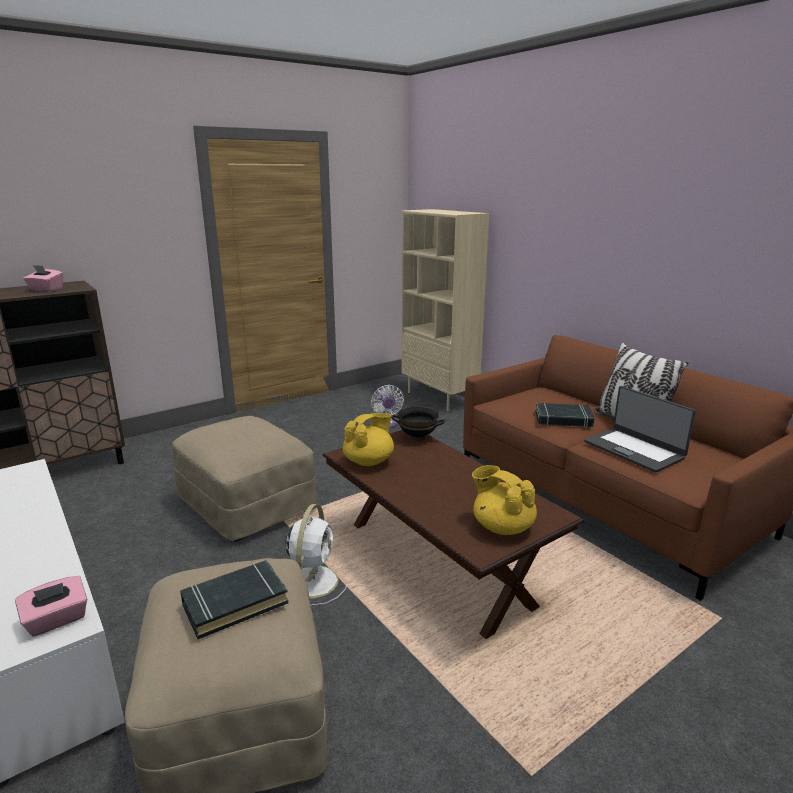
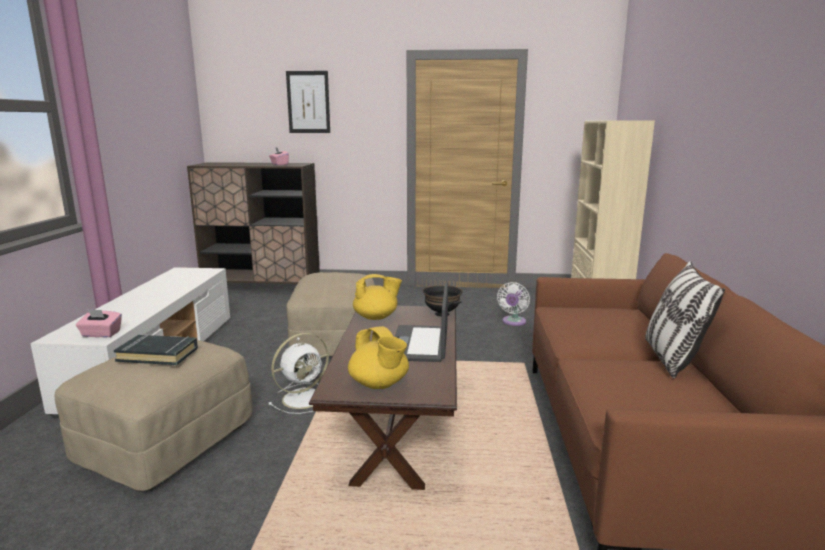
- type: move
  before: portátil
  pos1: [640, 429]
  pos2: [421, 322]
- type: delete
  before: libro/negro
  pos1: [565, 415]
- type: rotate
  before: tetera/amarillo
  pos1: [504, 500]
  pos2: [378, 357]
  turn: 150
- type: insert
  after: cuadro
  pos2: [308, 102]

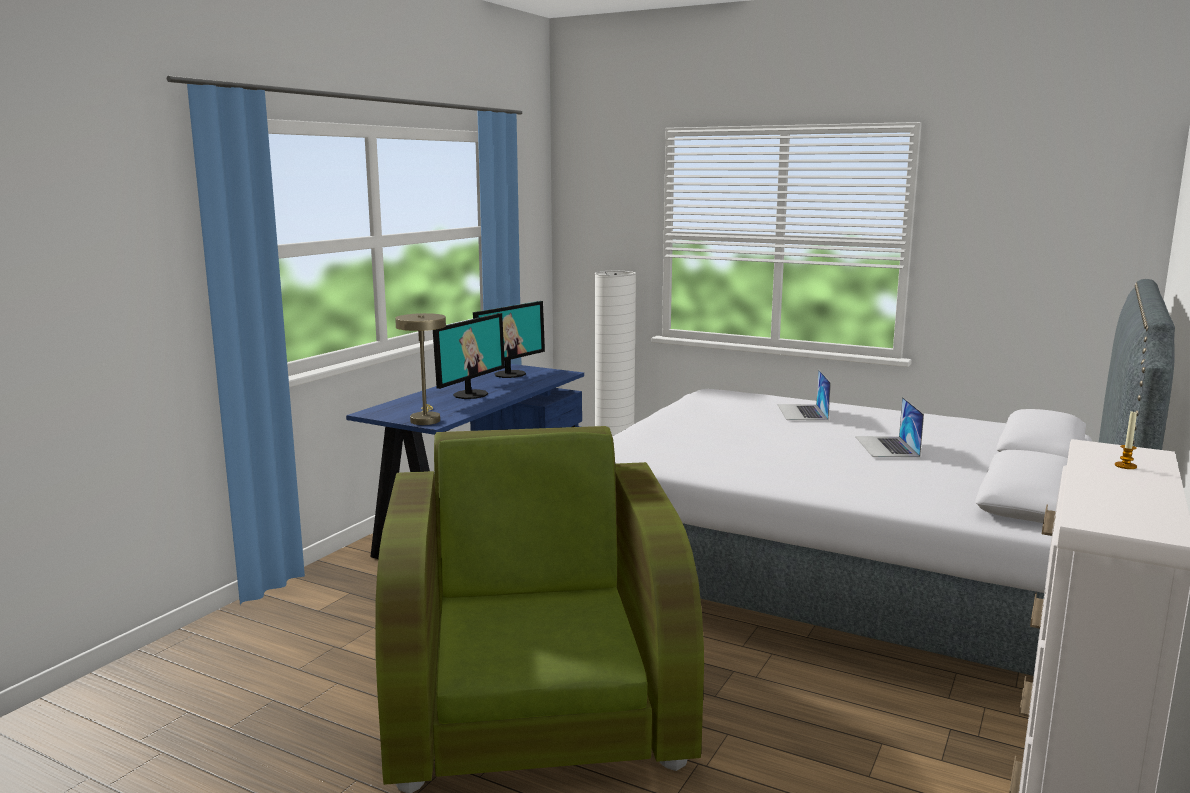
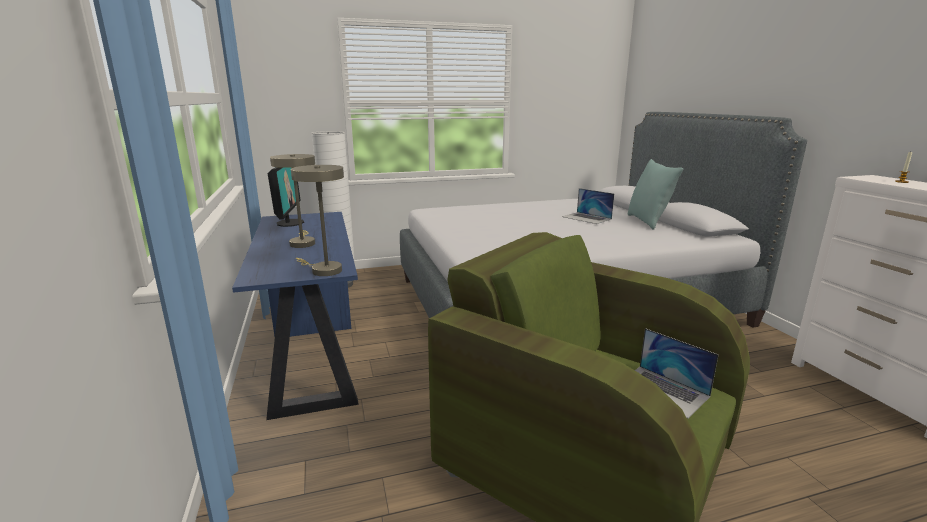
- type: replace
  before: monitor
  after: lámpara de mesa/beis
  pos1: [469, 356]
  pos2: [292, 201]
- type: move
  before: portátil
  pos1: [804, 395]
  pos2: [676, 373]
- type: insert
  after: cojín/turquesa
  pos2: [655, 194]

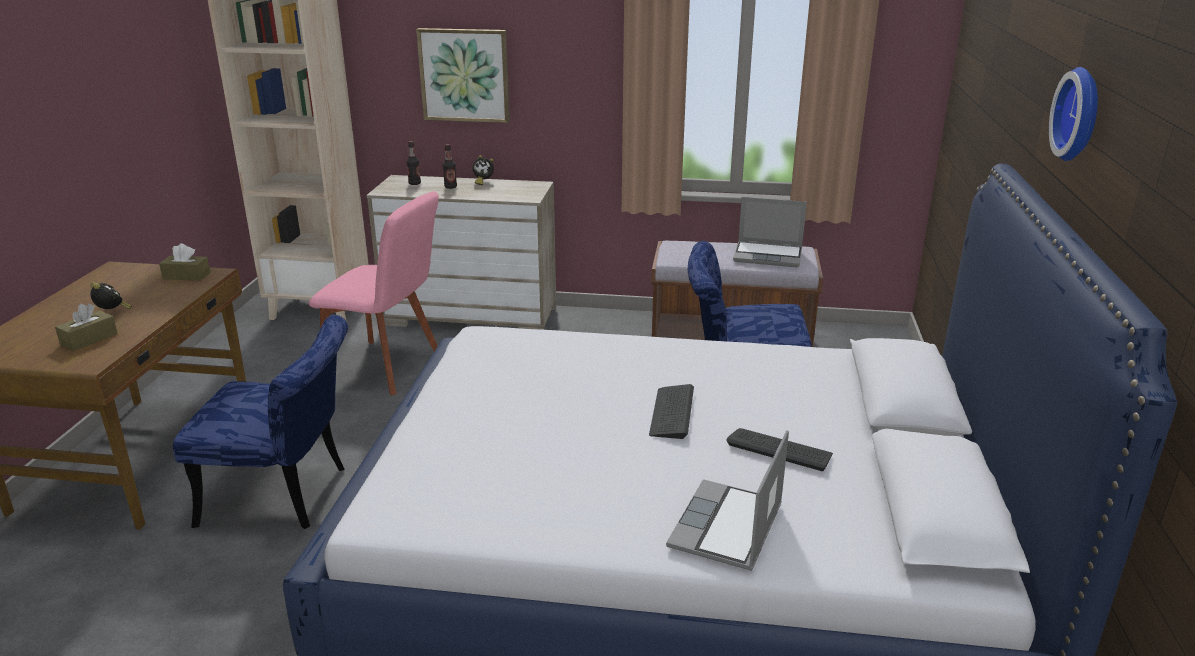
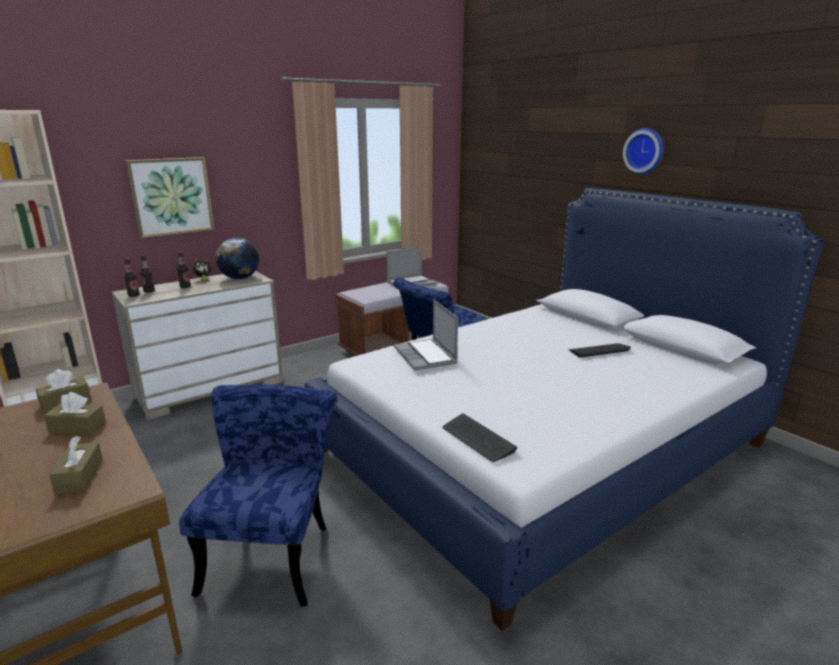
- type: delete
  before: silla/rosa
  pos1: [373, 293]
- type: delete
  before: despertador
  pos1: [111, 295]
- type: rotate
  before: silla/azul
  pos1: [260, 422]
  pos2: [258, 495]
  turn: -45
- type: move
  before: teclado
  pos1: [671, 411]
  pos2: [480, 437]
- type: move
  before: portátil
  pos1: [727, 500]
  pos2: [426, 334]
- type: insert
  after: globo terráqueo
  pos2: [237, 258]
- type: insert
  after: botella
  pos2: [132, 277]
- type: insert
  after: caja de pañuelos/marrón
  pos2: [75, 413]

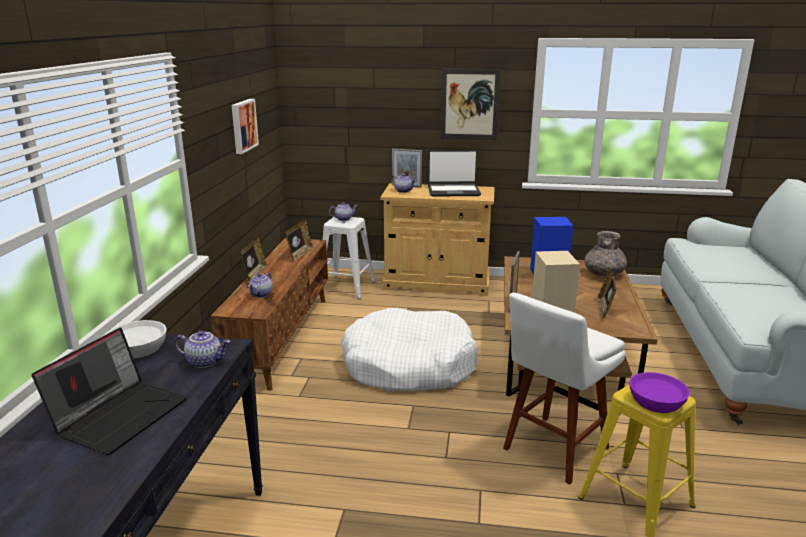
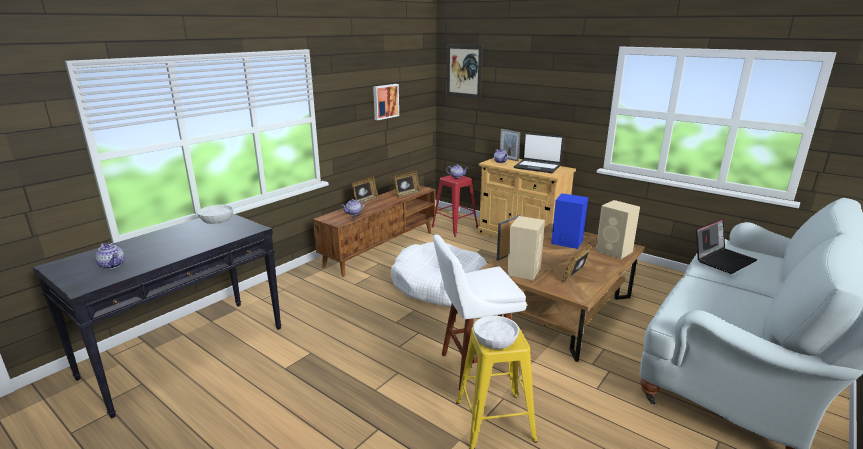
- type: move
  before: cuadro
  pos1: [470, 104]
  pos2: [465, 72]
- type: recolor
  before: taburete/blanco
  after: taburete/rojo
  pos1: [349, 258]
  pos2: [454, 206]
- type: replace
  before: florero/gris
  after: altavoz/beis
  pos1: [605, 254]
  pos2: [618, 229]
- type: move
  before: portátil
  pos1: [109, 391]
  pos2: [726, 246]
- type: move
  before: tetera
  pos1: [202, 349]
  pos2: [110, 256]
- type: recolor
  before: cuenco/morado
  after: cuenco/blanco
  pos1: [659, 392]
  pos2: [496, 332]

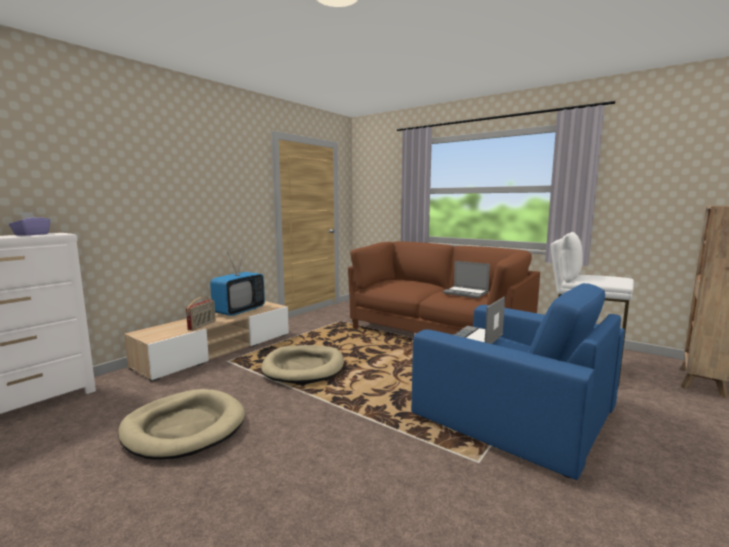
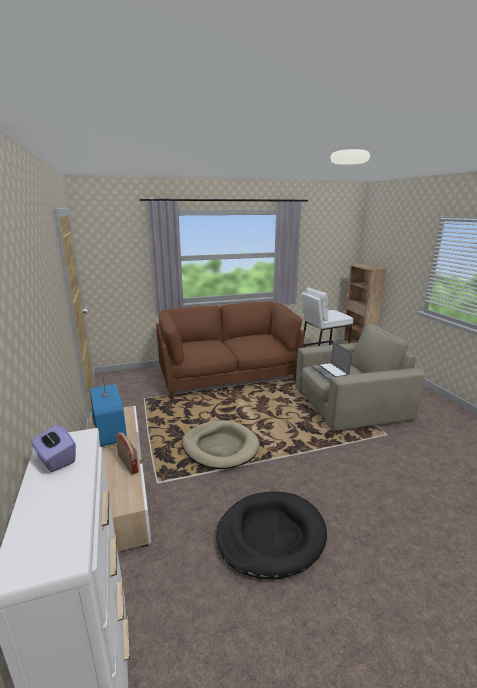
- type: delete
  before: portátil
  pos1: [466, 279]
- type: recolor
  before: sillón/azul
  after: sillón/beis
  pos1: [518, 381]
  pos2: [360, 377]
- type: recolor
  before: cama para perro/beis
  after: cama para perro/negro
  pos1: [181, 424]
  pos2: [271, 535]

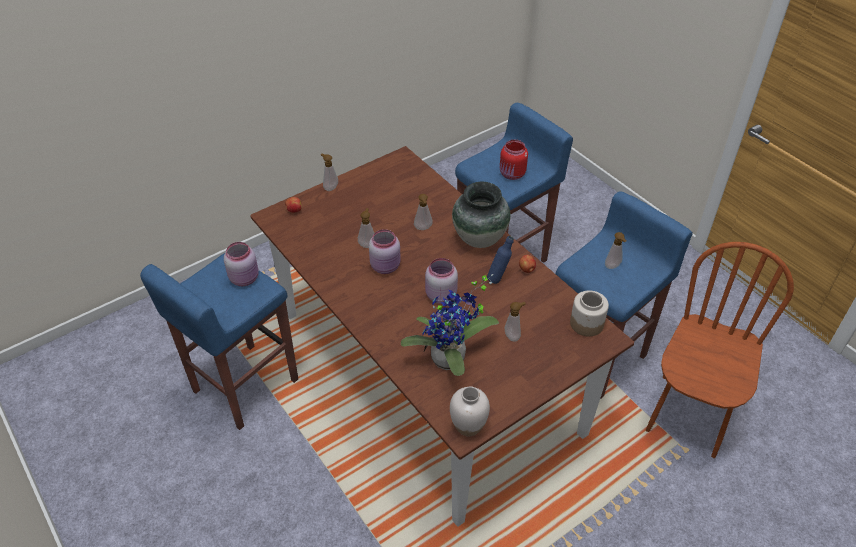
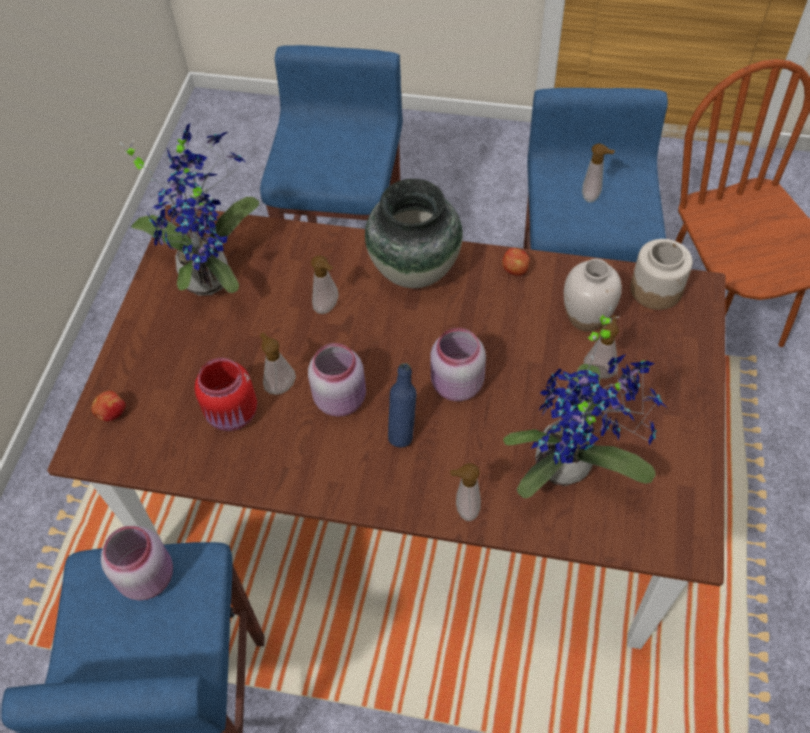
- type: move
  before: tarro/rojo
  pos1: [514, 160]
  pos2: [226, 394]
- type: move
  before: dispensador de jabón
  pos1: [329, 172]
  pos2: [465, 492]
- type: move
  before: botella/azul
  pos1: [500, 260]
  pos2: [402, 405]
- type: move
  before: florero/blanco
  pos1: [470, 411]
  pos2: [593, 295]
- type: insert
  after: planta en maceta
  pos2: [189, 210]

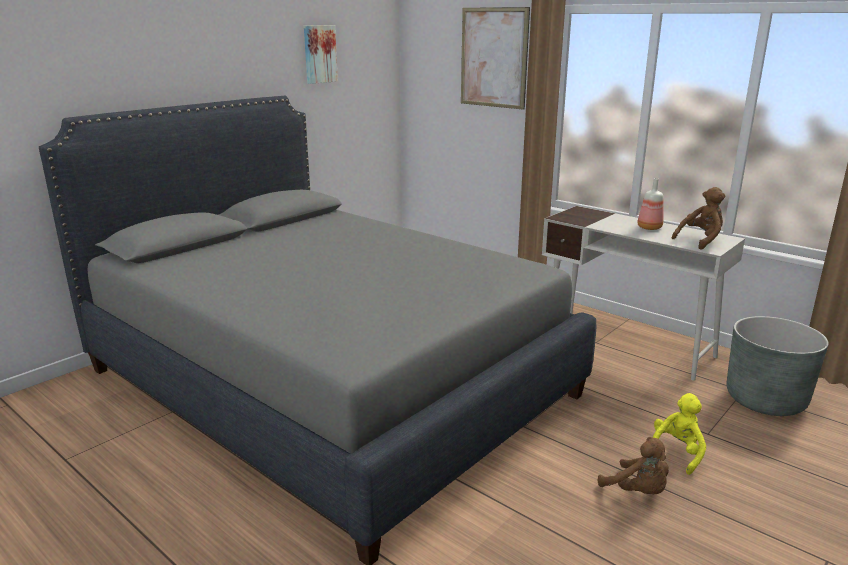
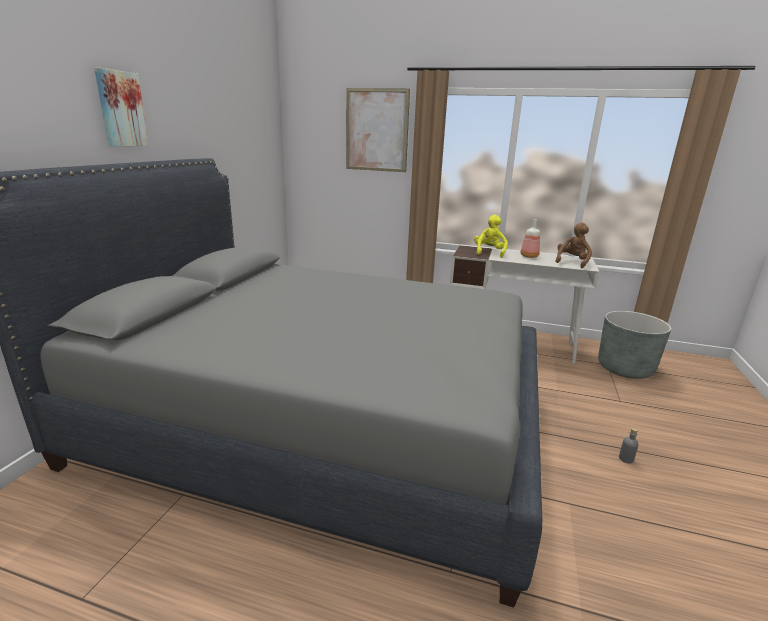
- type: move
  before: cuadro
  pos1: [321, 54]
  pos2: [121, 107]
- type: move
  before: peluche/amarillo
  pos1: [679, 434]
  pos2: [491, 236]
- type: replace
  before: peluche/marrón
  after: botella/gris
  pos1: [633, 465]
  pos2: [629, 445]

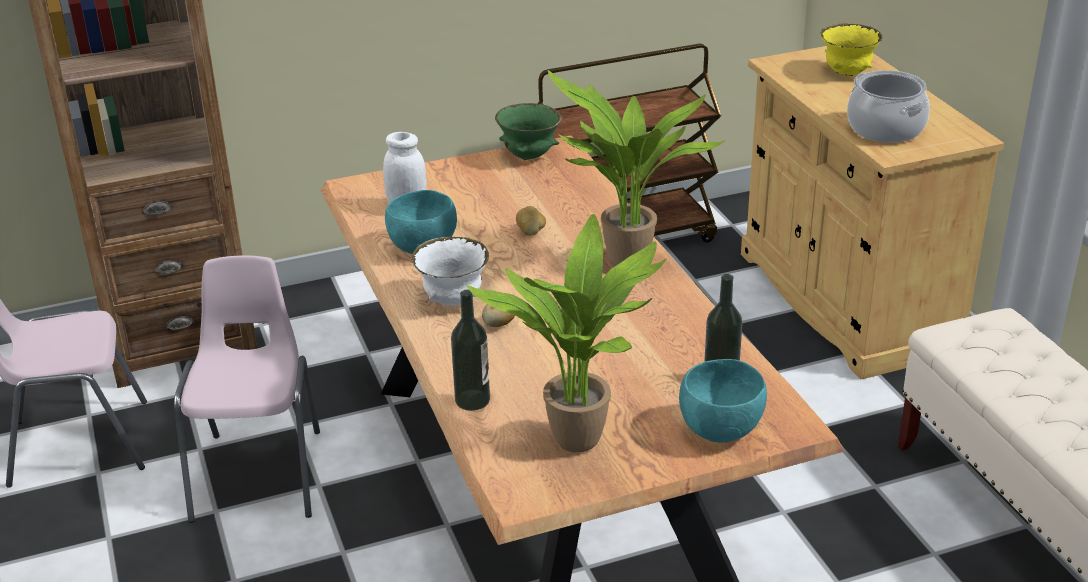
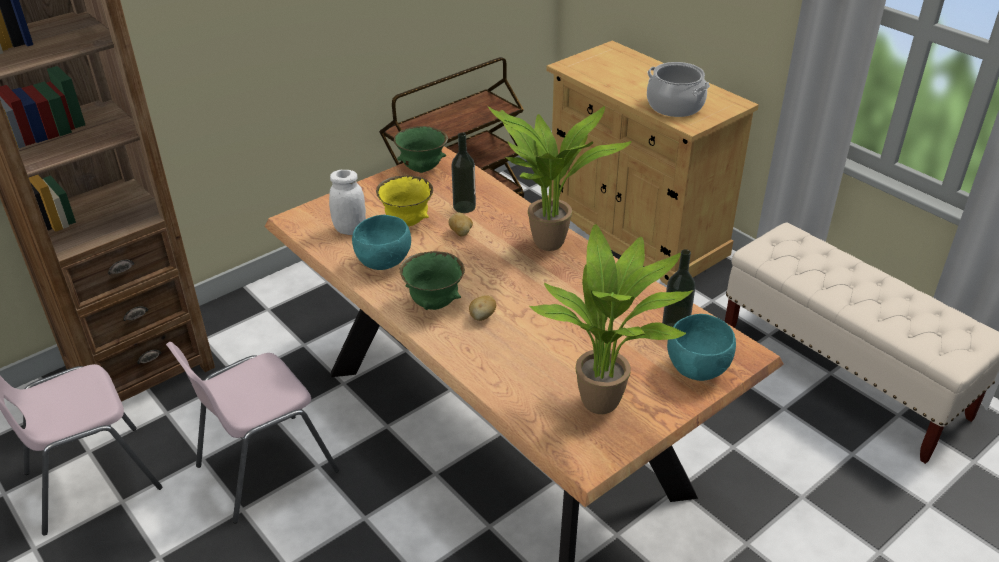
- type: move
  before: cuenco/amarillo
  pos1: [851, 49]
  pos2: [404, 200]
- type: recolor
  before: cuenco/blanco
  after: cuenco/verde
  pos1: [450, 271]
  pos2: [432, 280]
- type: rotate
  before: silla/rosa
  pos1: [247, 389]
  pos2: [252, 432]
  turn: -105
- type: move
  before: botella
  pos1: [470, 350]
  pos2: [463, 172]

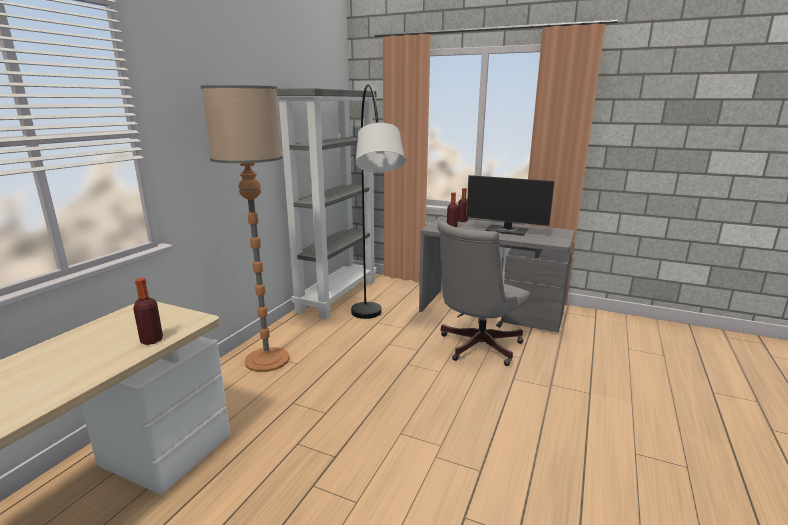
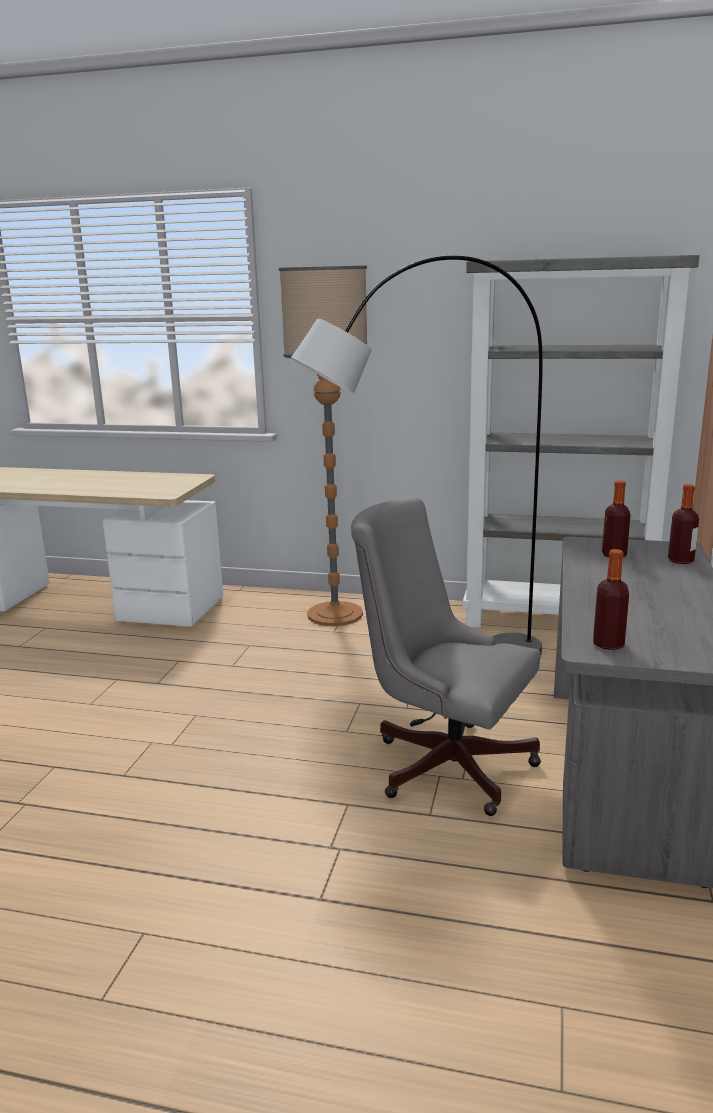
- type: delete
  before: monitor
  pos1: [510, 205]
- type: move
  before: botella
  pos1: [148, 311]
  pos2: [611, 599]

